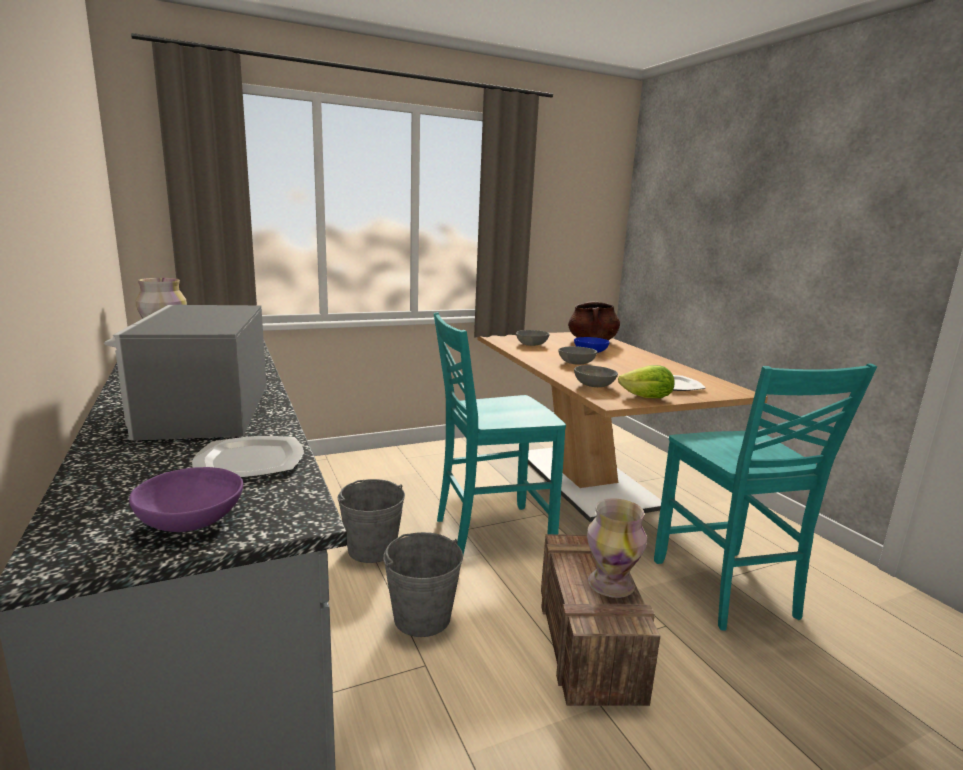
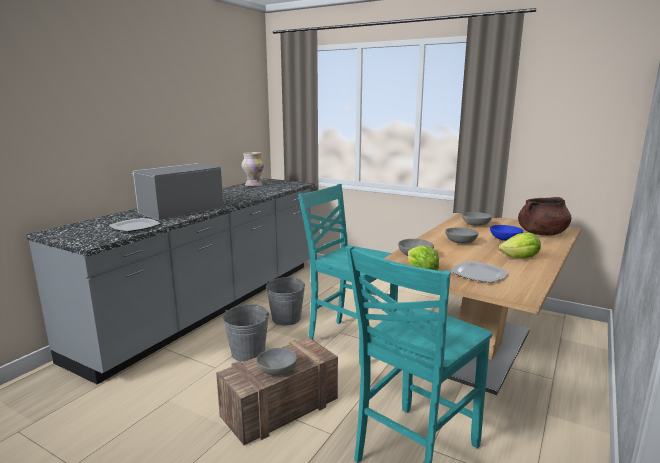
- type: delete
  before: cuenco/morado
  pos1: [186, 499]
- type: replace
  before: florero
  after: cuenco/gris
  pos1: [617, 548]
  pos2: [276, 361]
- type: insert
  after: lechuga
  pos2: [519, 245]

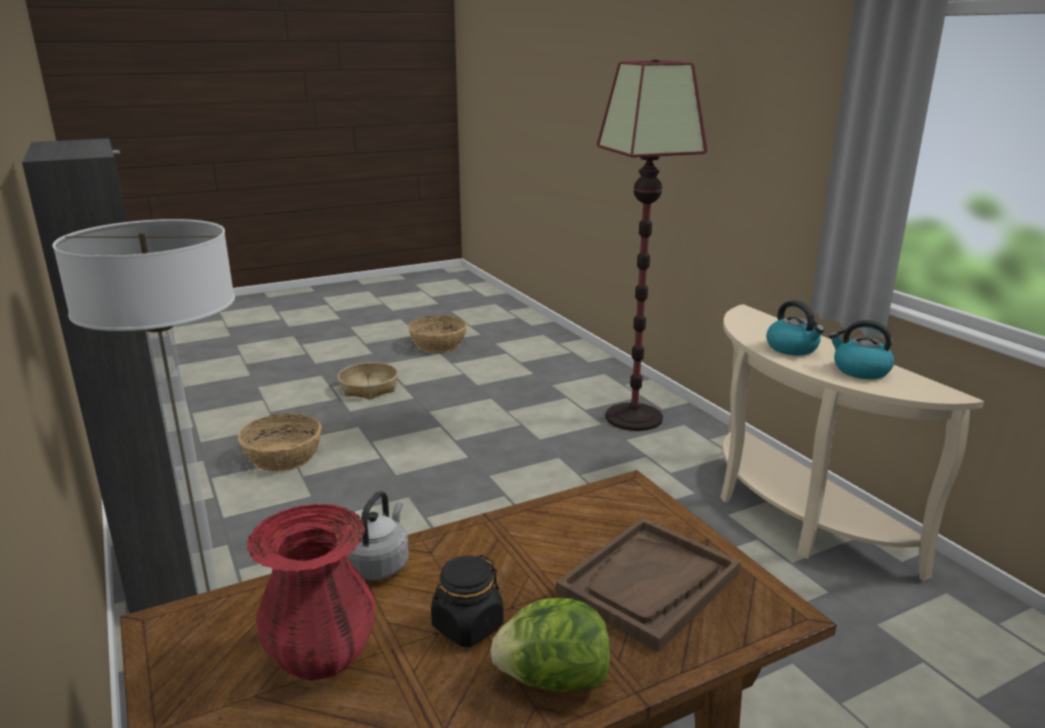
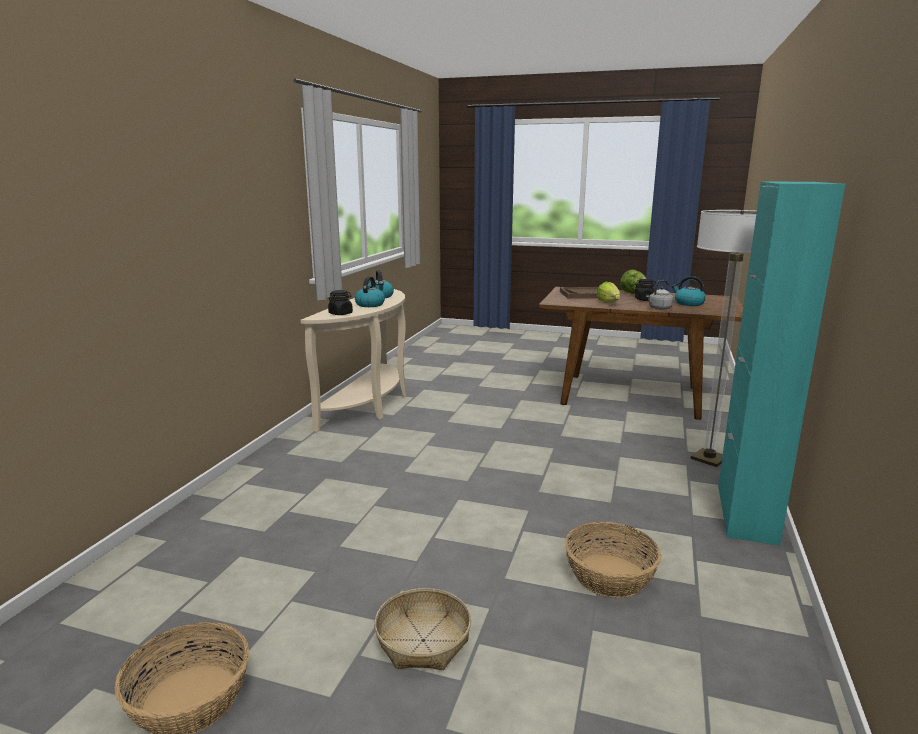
- type: delete
  before: lámpara de pie
  pos1: [652, 245]
- type: recolor
  before: armario/negro
  after: armario/turquesa
  pos1: [109, 376]
  pos2: [781, 364]
- type: replace
  before: florero/rojo
  after: hervidor
  pos1: [311, 592]
  pos2: [689, 291]
- type: insert
  after: lechuga
  pos2: [608, 292]
- type: insert
  after: tarro/negro
  pos2: [340, 302]

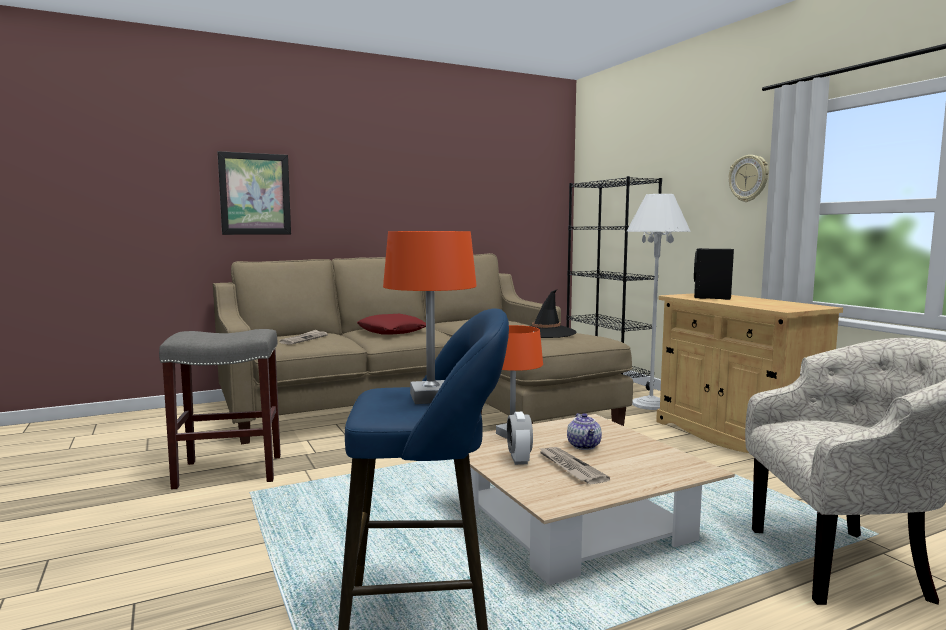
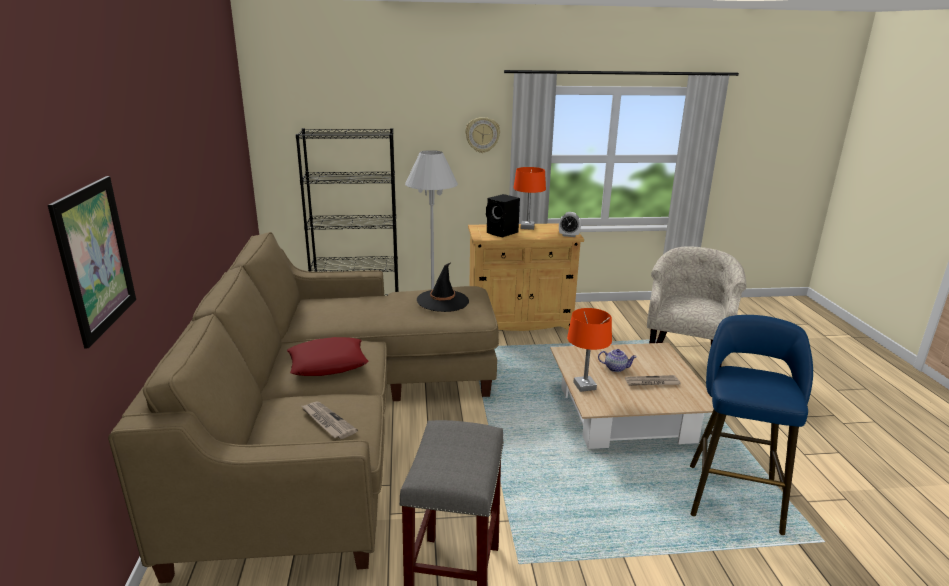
- type: move
  before: lámpara de mesa/naranja
  pos1: [430, 317]
  pos2: [529, 198]
- type: move
  before: despertador
  pos1: [520, 438]
  pos2: [570, 224]

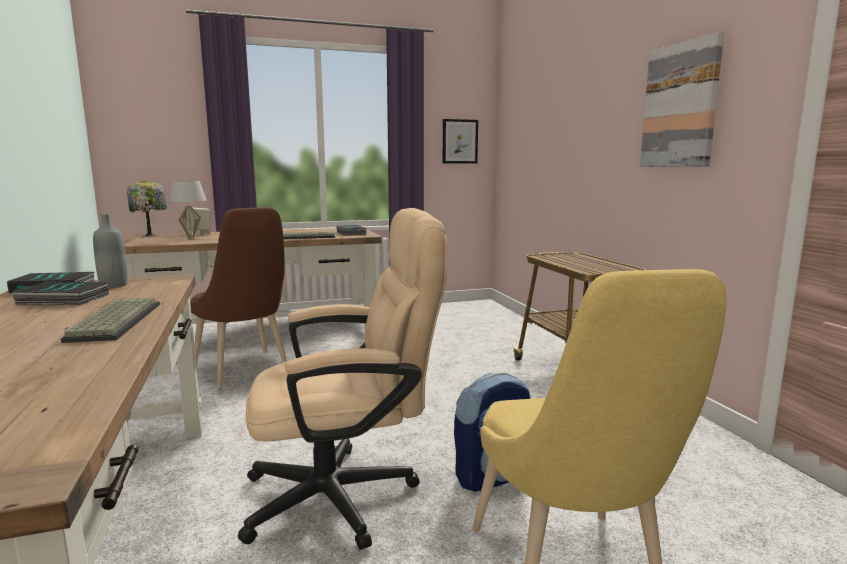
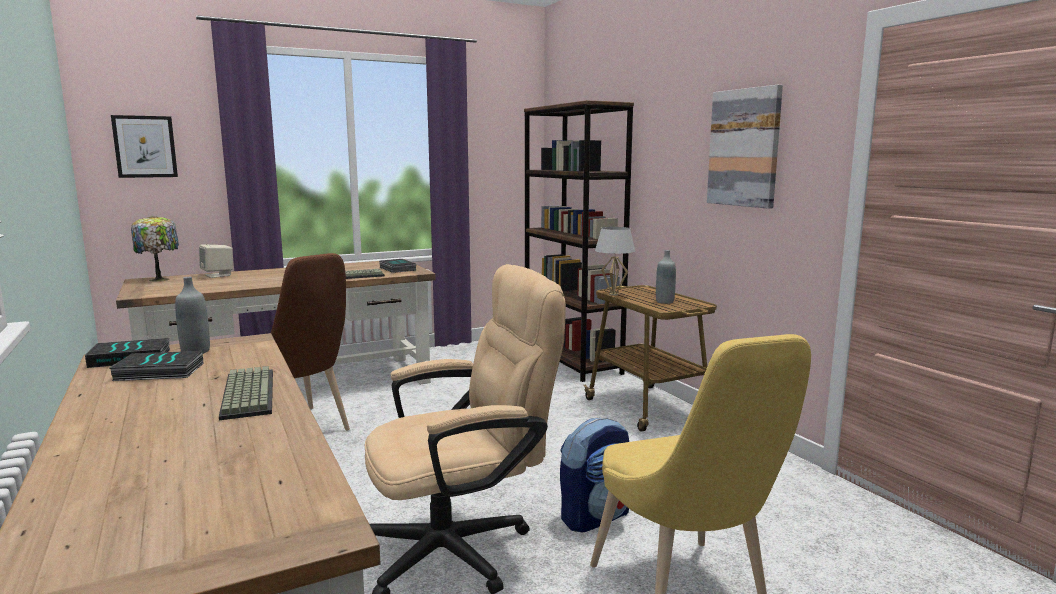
- type: move
  before: cuadro
  pos1: [460, 141]
  pos2: [144, 146]
- type: move
  before: lámpara de mesa/blanco
  pos1: [187, 210]
  pos2: [615, 261]
- type: insert
  after: estantería/marrón
  pos2: [579, 241]
- type: insert
  after: botella/gris
  pos2: [666, 277]

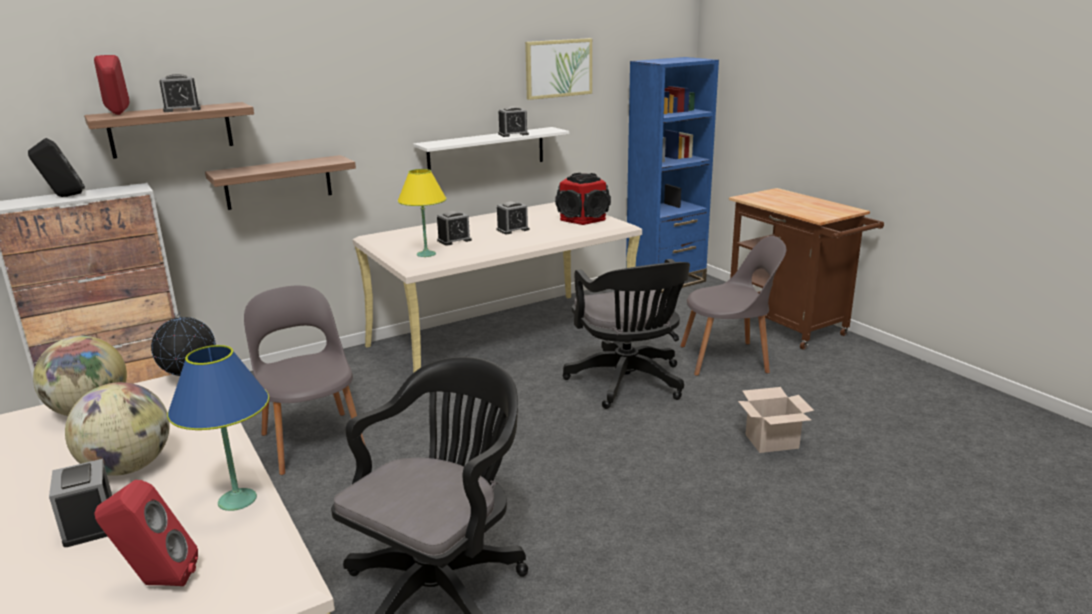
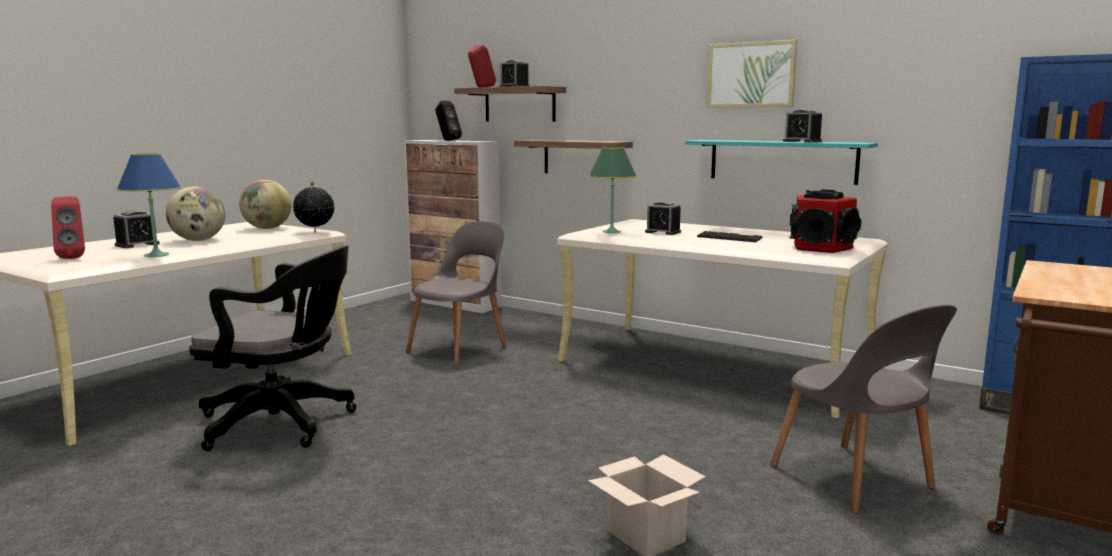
- type: move
  before: cuadro
  pos1: [558, 69]
  pos2: [752, 74]
- type: recolor
  before: estante/blanco
  after: estante/turquesa
  pos1: [491, 148]
  pos2: [781, 162]
- type: recolor
  before: lámpara de mesa/amarillo
  after: lámpara de mesa/verde
  pos1: [422, 213]
  pos2: [612, 190]
- type: replace
  before: despertador
  after: teclado
  pos1: [512, 217]
  pos2: [730, 236]
- type: delete
  before: silla de oficina/negro
  pos1: [626, 334]

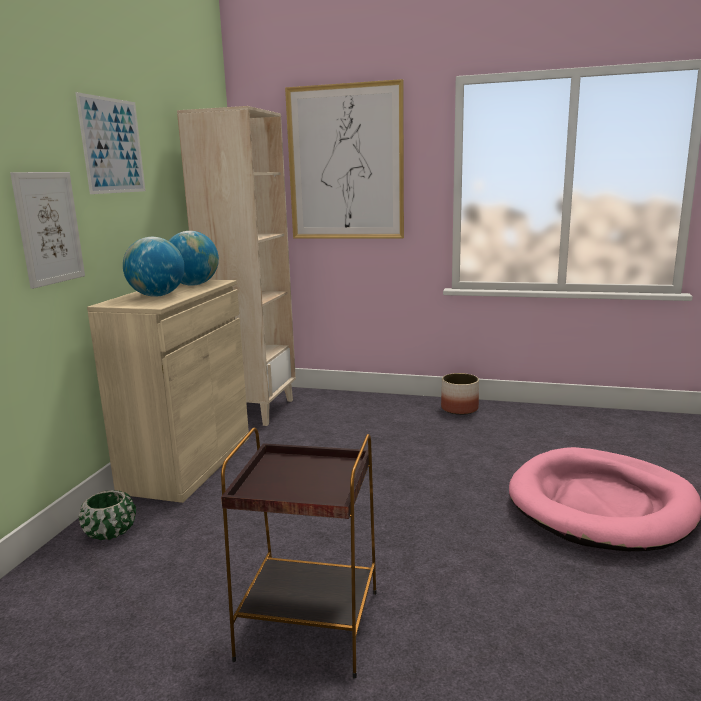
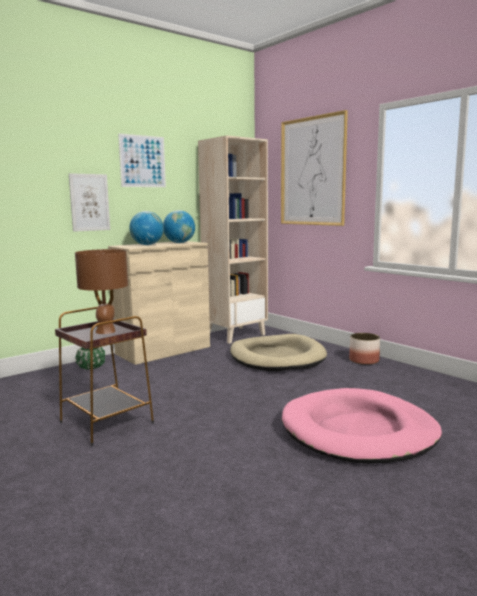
- type: insert
  after: lámpara de mesa/marrón
  pos2: [101, 291]
- type: insert
  after: cama para perro/beis
  pos2: [278, 353]

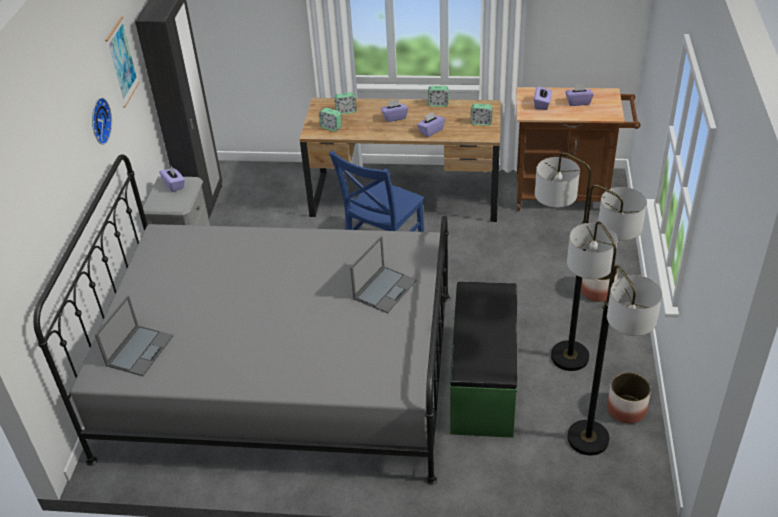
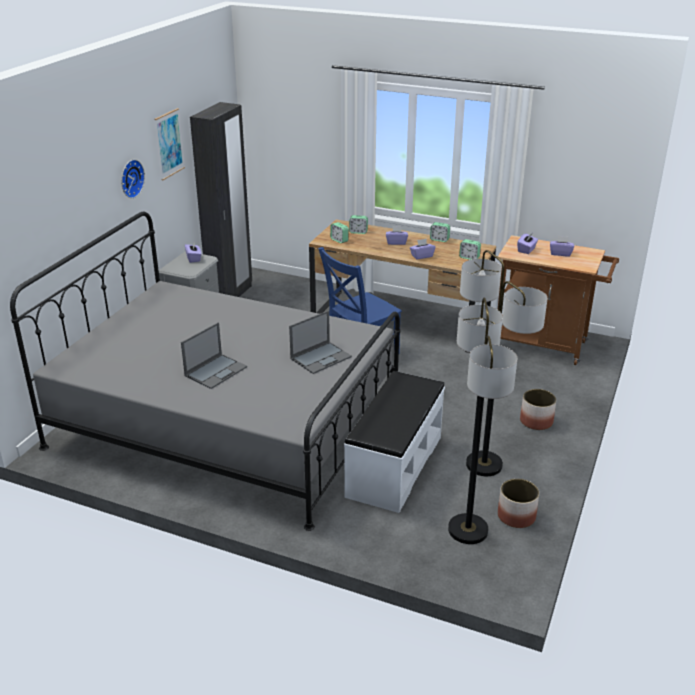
- type: recolor
  before: banco/verde
  after: banco/blanco
  pos1: [483, 360]
  pos2: [394, 442]
- type: move
  before: portátil
  pos1: [134, 335]
  pos2: [214, 355]

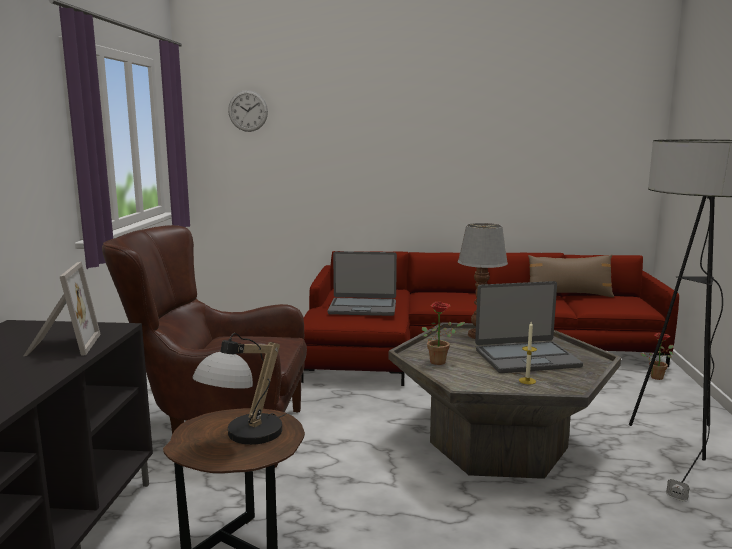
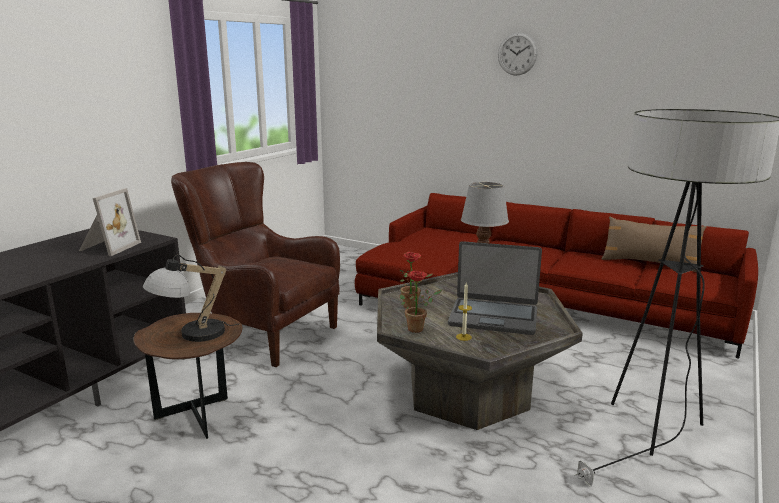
- type: move
  before: reloj de pared
  pos1: [248, 111]
  pos2: [518, 54]
- type: delete
  before: portátil
  pos1: [362, 283]
- type: move
  before: planta en maceta
  pos1: [657, 356]
  pos2: [421, 302]

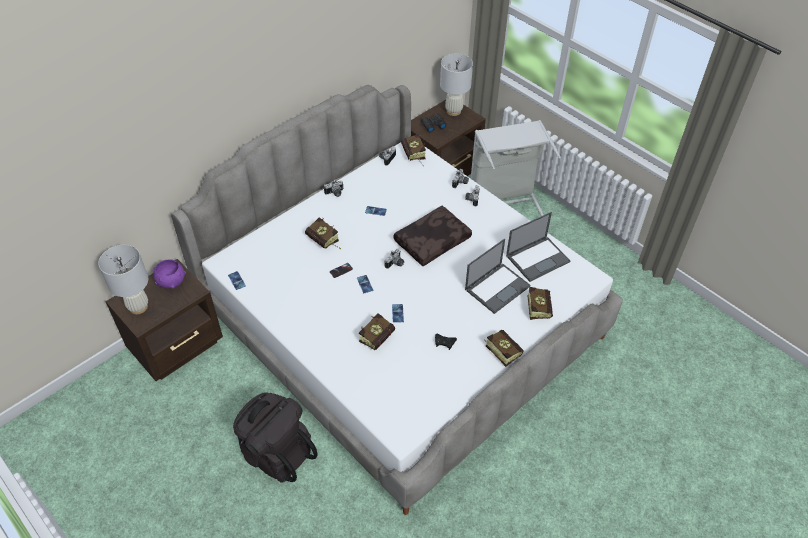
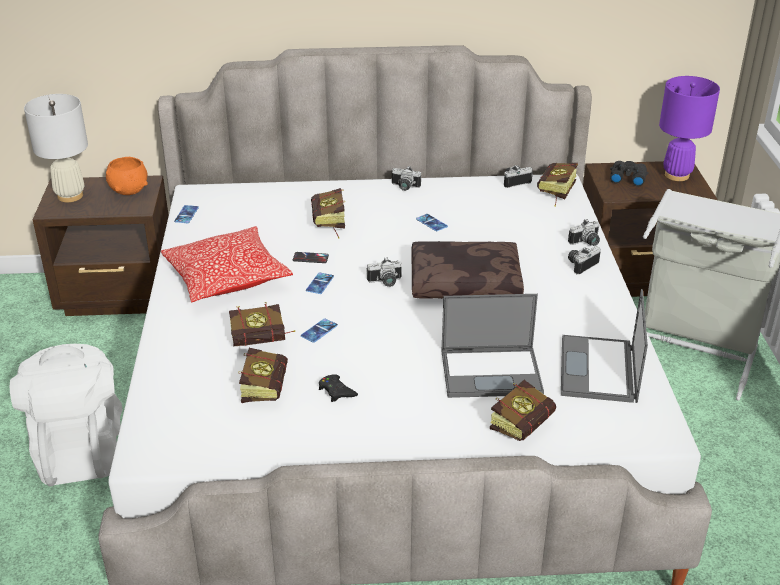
- type: recolor
  before: lámpara de mesa/blanco
  after: lámpara de mesa/morado
  pos1: [456, 85]
  pos2: [689, 128]
- type: rotate
  before: portátil
  pos1: [538, 247]
  pos2: [604, 346]
  turn: 90
- type: recolor
  before: cuenco/morado
  after: cuenco/naranja
  pos1: [169, 273]
  pos2: [127, 176]
- type: move
  before: libro
  pos1: [504, 348]
  pos2: [263, 375]
- type: recolor
  before: mochila/negro
  after: mochila/blanco
  pos1: [275, 437]
  pos2: [66, 415]
- type: insert
  after: cojín
  pos2: [227, 264]

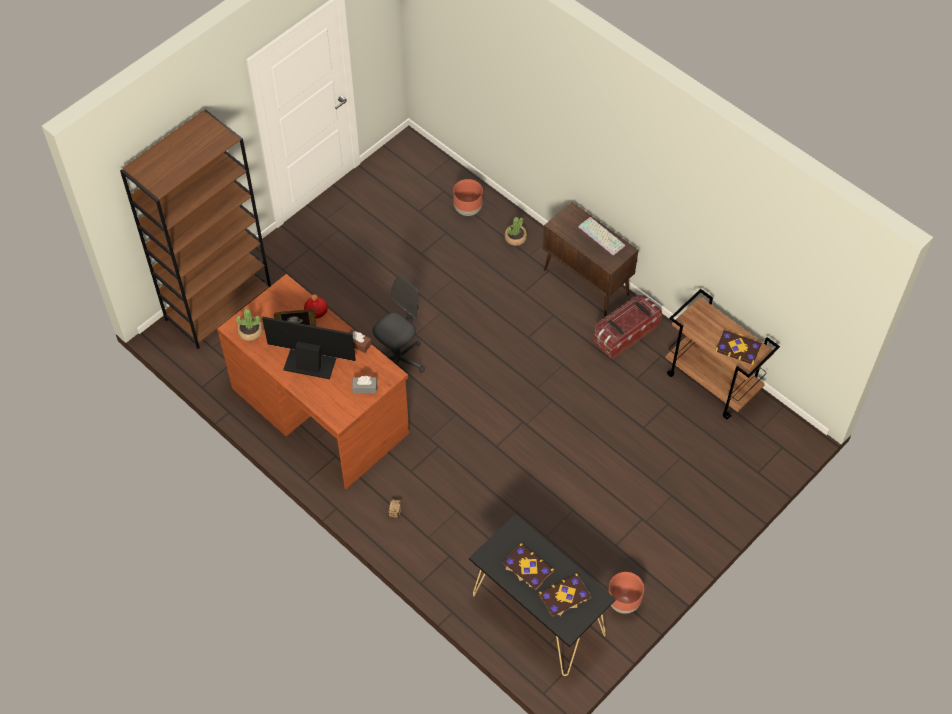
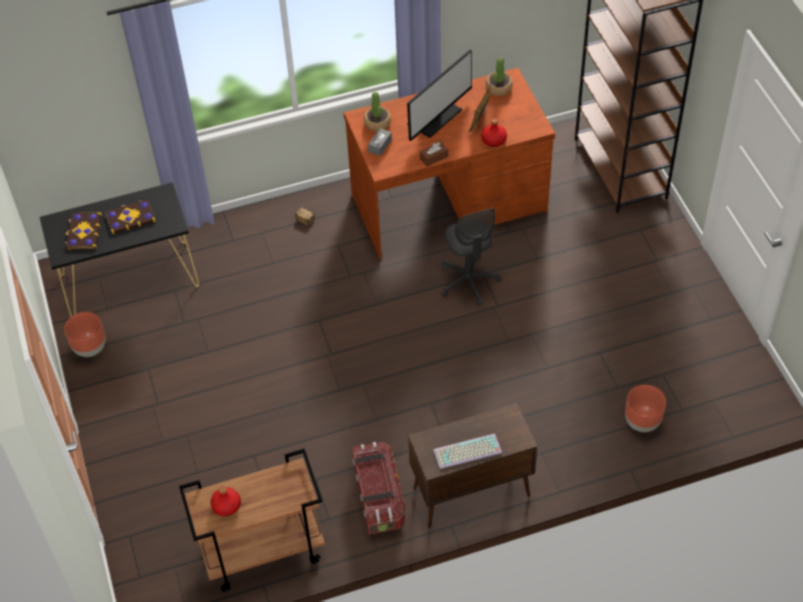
- type: move
  before: planta en maceta
  pos1: [516, 231]
  pos2: [377, 111]
- type: replace
  before: libro
  after: botella/rojo
  pos1: [738, 347]
  pos2: [225, 501]

